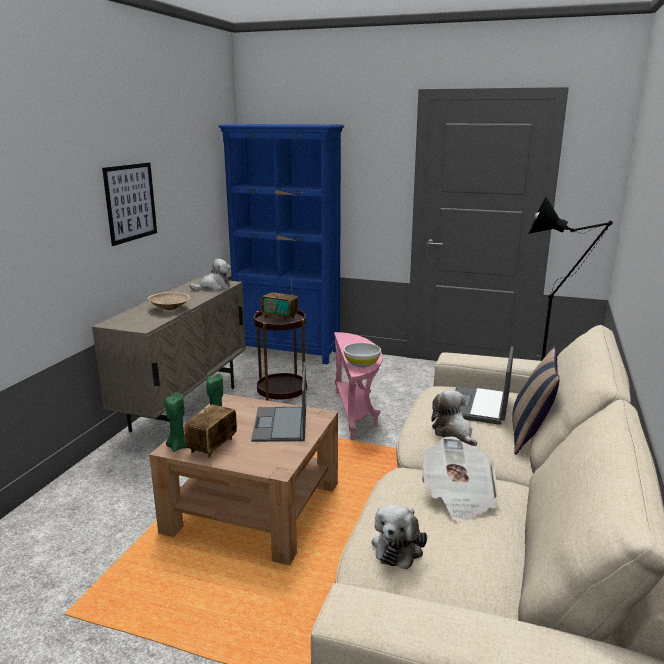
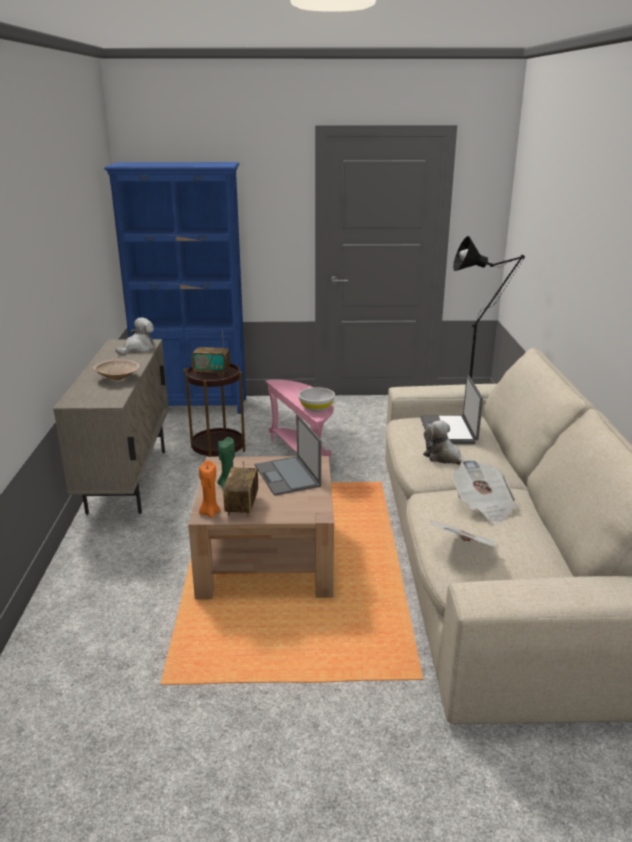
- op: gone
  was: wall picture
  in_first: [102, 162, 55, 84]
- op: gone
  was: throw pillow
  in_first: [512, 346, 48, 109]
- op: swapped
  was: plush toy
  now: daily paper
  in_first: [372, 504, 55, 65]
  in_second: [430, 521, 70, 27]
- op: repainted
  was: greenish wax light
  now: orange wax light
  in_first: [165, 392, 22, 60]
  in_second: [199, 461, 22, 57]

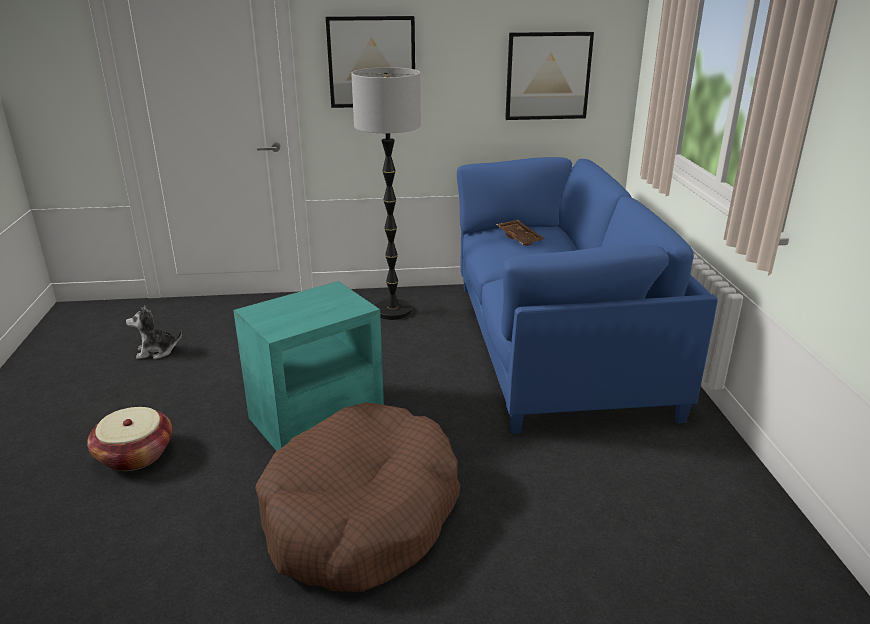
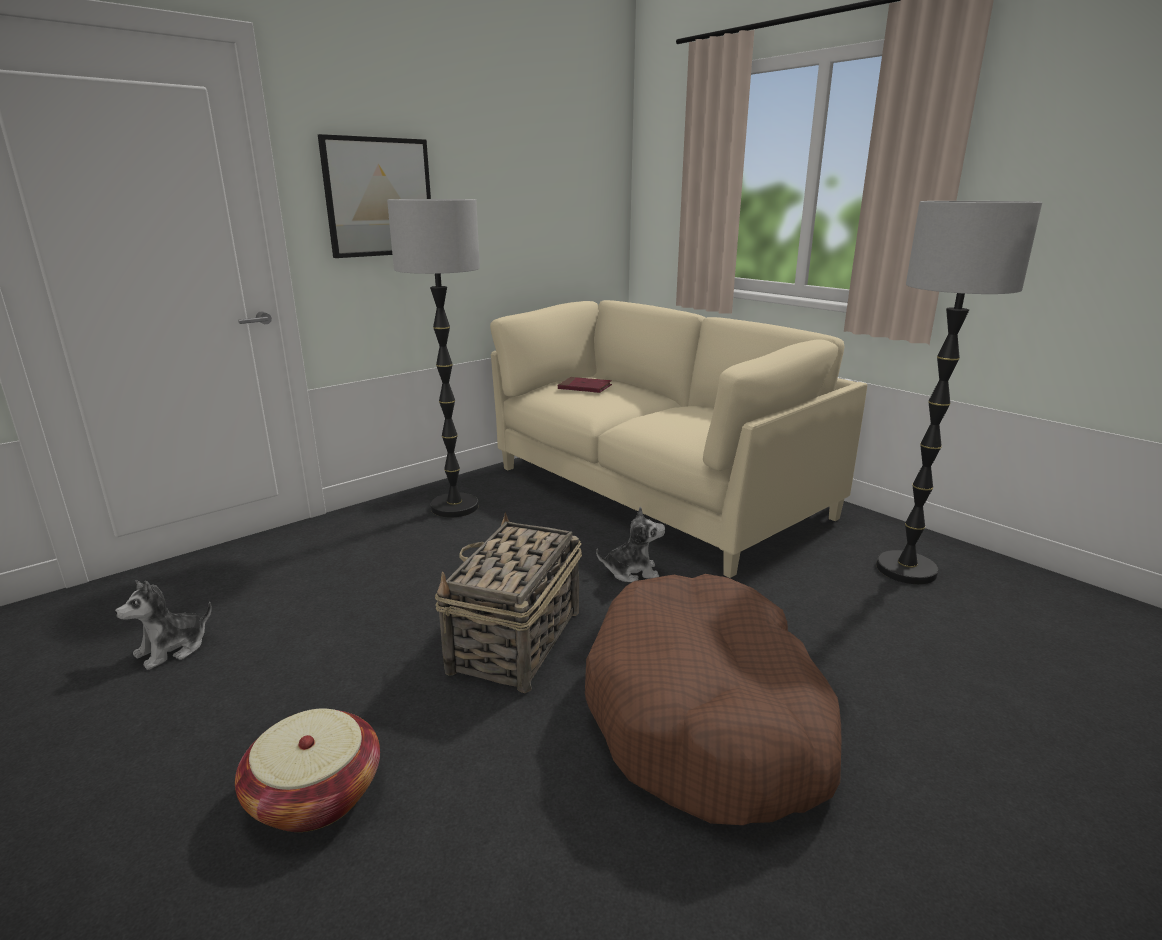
- op: gone
  was: wall picture
  in_first: [505, 32, 89, 88]
- op: new
  now: plush toy
  in_second: [596, 507, 69, 75]
- op: new
  now: standard lamp
  in_second: [876, 201, 166, 383]
- op: swapped
  was: turquoise-coloured accent table
  now: basket
  in_first: [233, 281, 151, 170]
  in_second: [435, 512, 147, 181]
- op: swapped
  was: brown tray
  now: red-coloured bound book
  in_first: [496, 220, 49, 26]
  in_second: [558, 377, 54, 16]
- op: repainted
  was: bluish settee
  now: sand-coloured settee
  in_first: [457, 157, 261, 277]
  in_second: [490, 300, 377, 278]

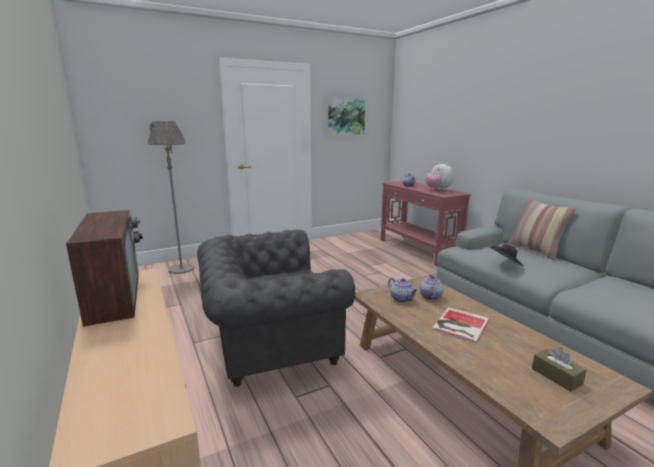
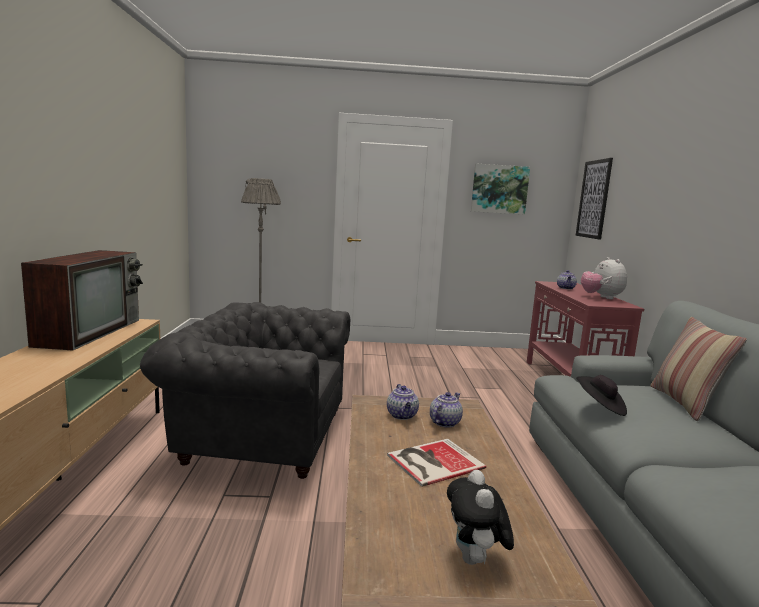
- op: new
  now: wall picture
  in_second: [575, 158, 38, 82]
- op: swapped
  was: brown tissue holder
  now: plush toy
  in_first: [532, 347, 55, 45]
  in_second: [447, 470, 67, 95]

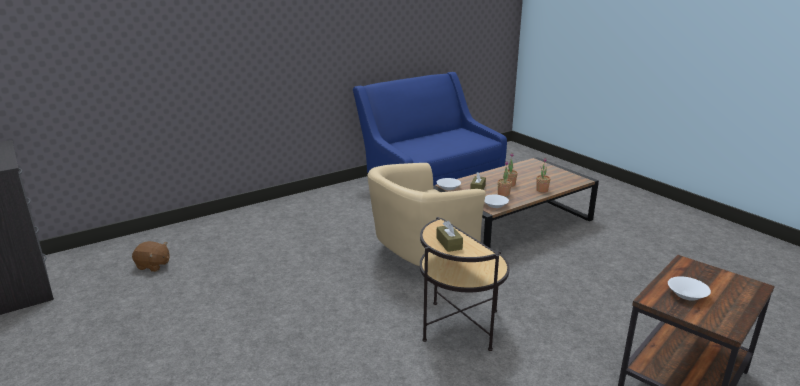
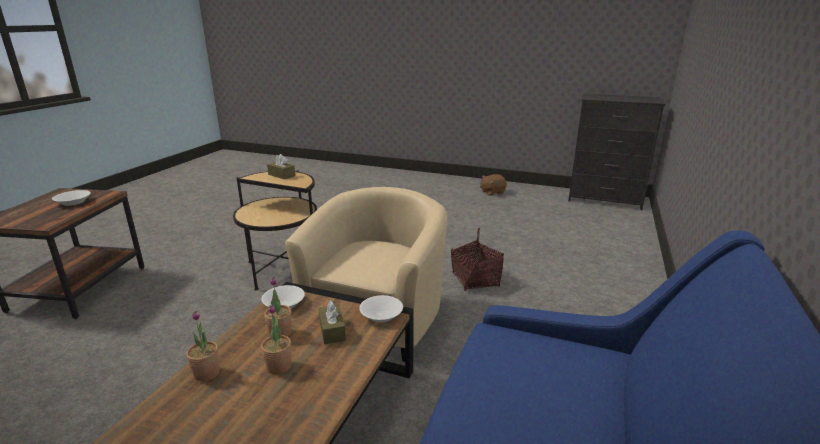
- op: new
  now: basket
  in_second: [451, 227, 53, 64]
- op: shifted
  was: brown plush toy
  in_first: [132, 241, 38, 31]
  in_second: [480, 174, 27, 22]

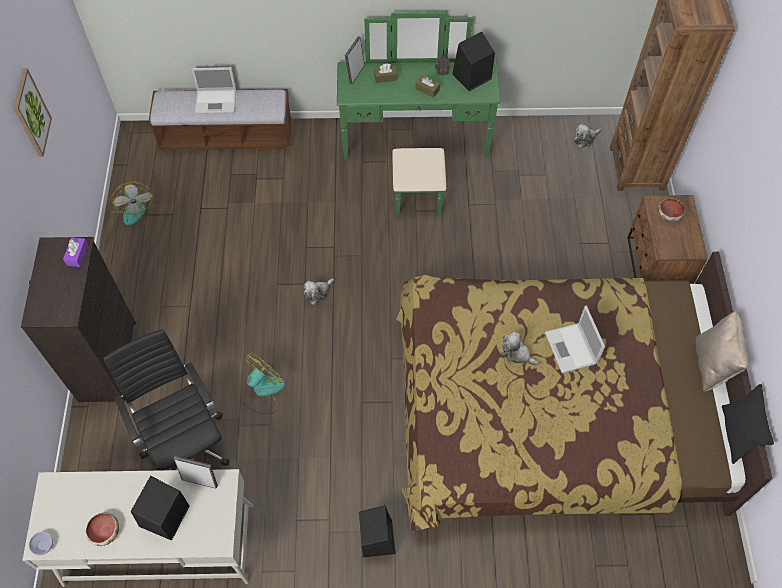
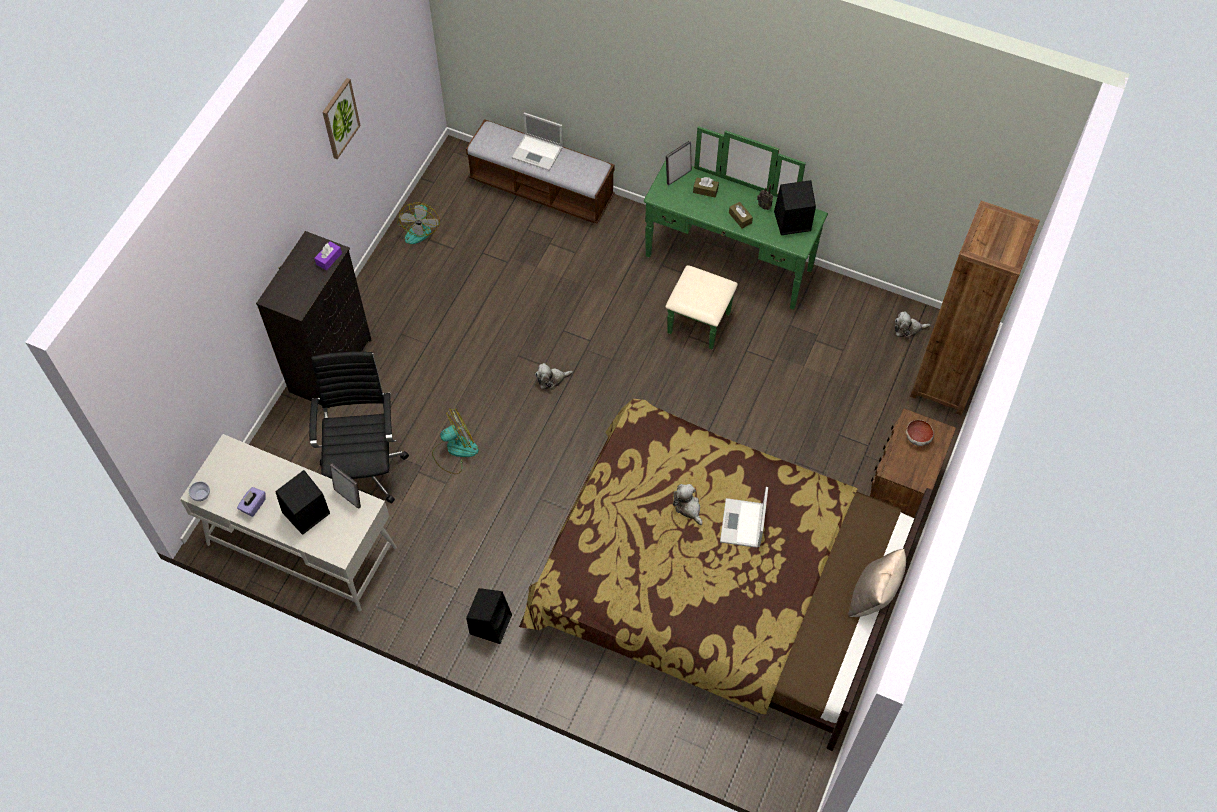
- op: gone
  was: black-coloured throw pillow
  in_first: [722, 384, 52, 80]
- op: swapped
  was: serving bowl
  now: purple-coloured tissue holder
  in_first: [86, 513, 33, 33]
  in_second: [237, 487, 29, 30]

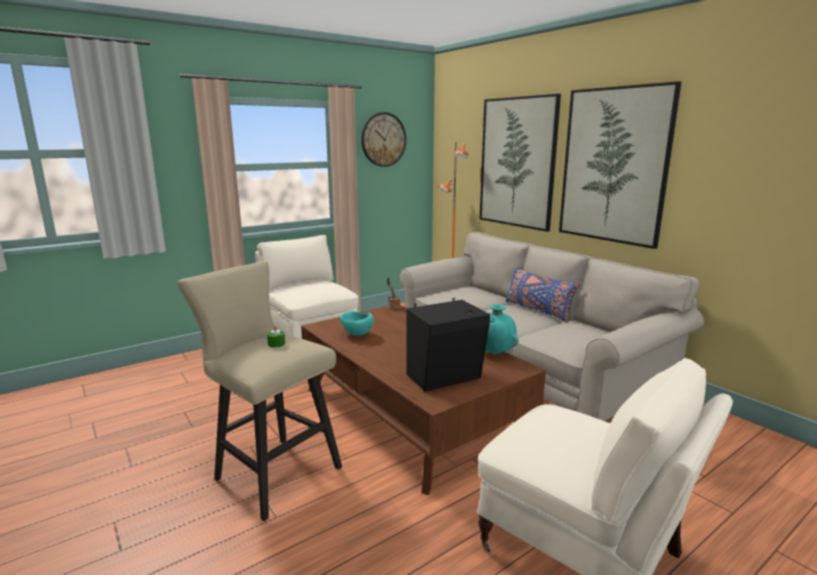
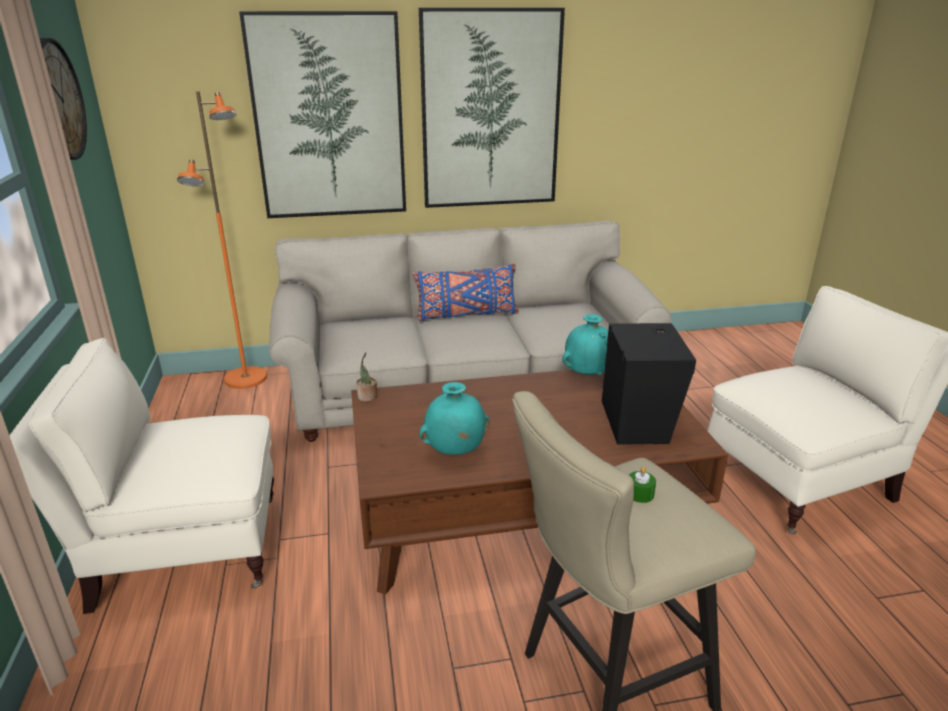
- op: swapped
  was: turquoise-coloured serving bowl
  now: turquoise-coloured vase
  in_first: [340, 311, 34, 25]
  in_second: [419, 382, 71, 73]

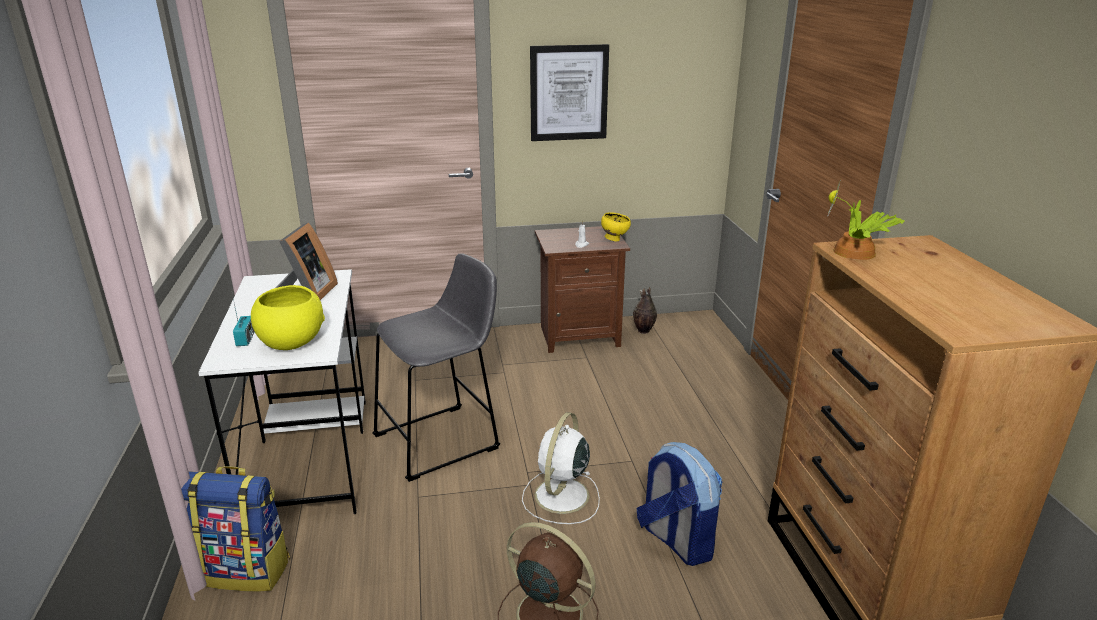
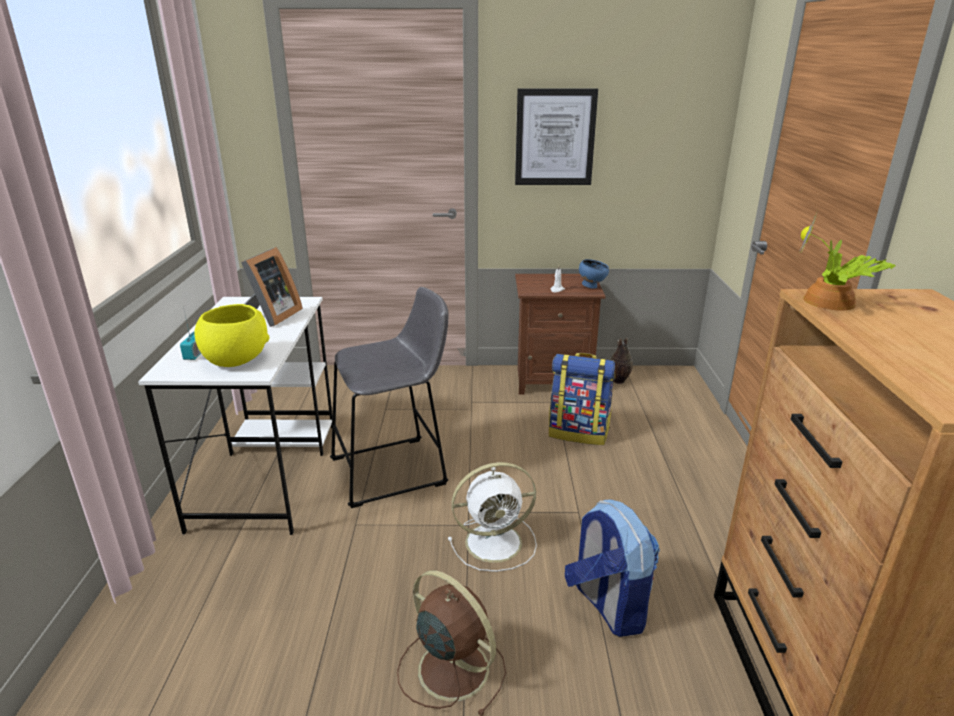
- op: shifted
  was: backpack
  in_first: [181, 466, 109, 125]
  in_second: [549, 353, 66, 92]
- op: repainted
  was: yellow serving bowl
  now: bluish serving bowl
  in_first: [601, 212, 30, 29]
  in_second: [579, 259, 30, 30]
- op: rotated
  was: white-coloured cooling fan
  in_first: [522, 412, 78, 112]
  in_second: [448, 462, 89, 110]
  clockwise: -135

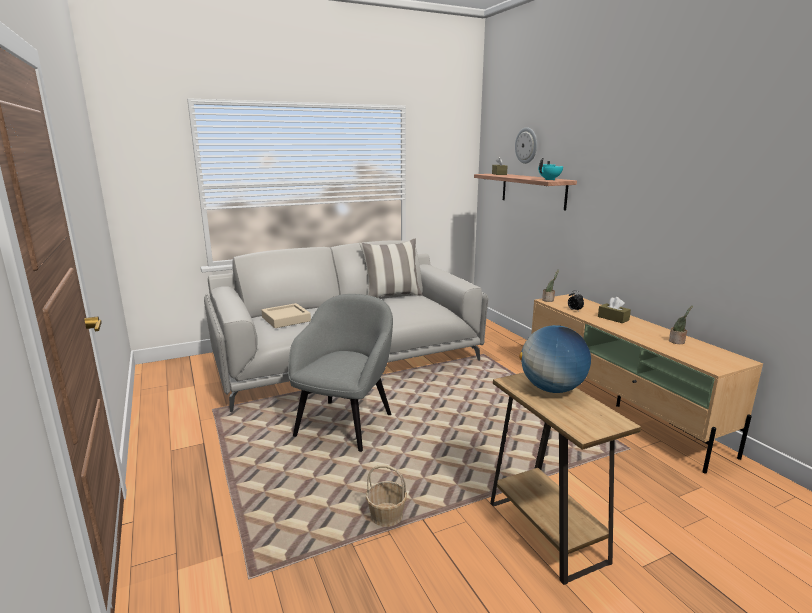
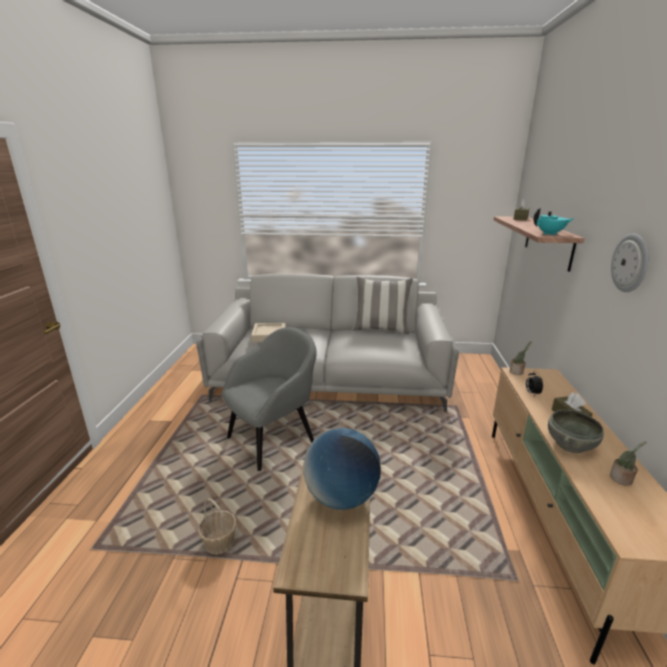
- op: new
  now: greyish serving bowl
  in_second: [548, 410, 56, 43]
- op: shifted
  was: hanging clock
  in_first: [515, 127, 22, 37]
  in_second: [611, 233, 38, 59]

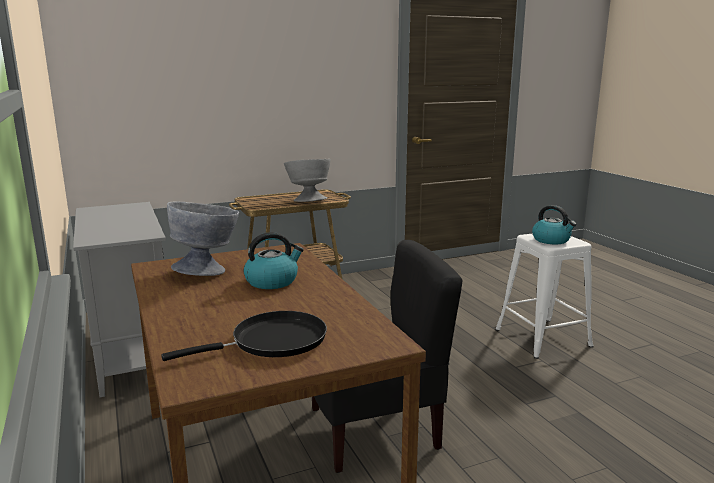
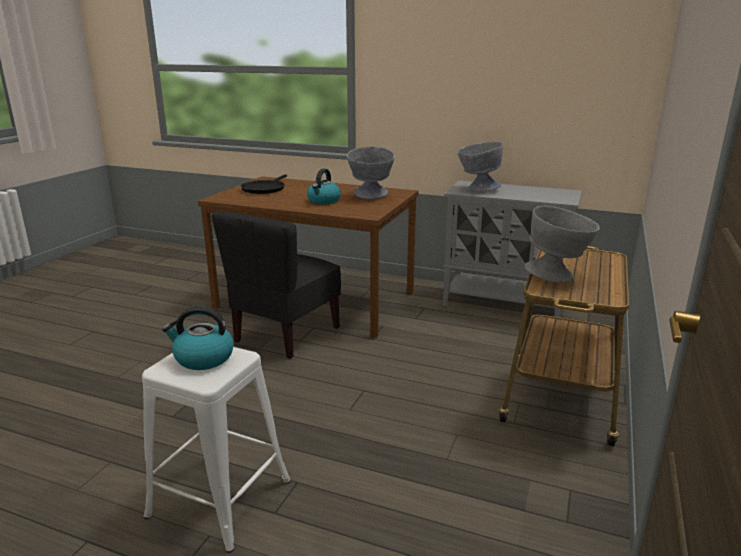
- op: new
  now: greyish serving bowl
  in_second: [457, 142, 46, 50]

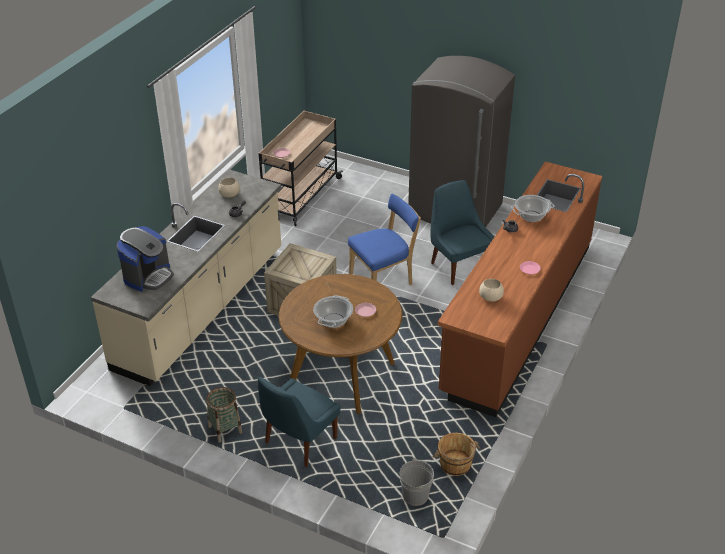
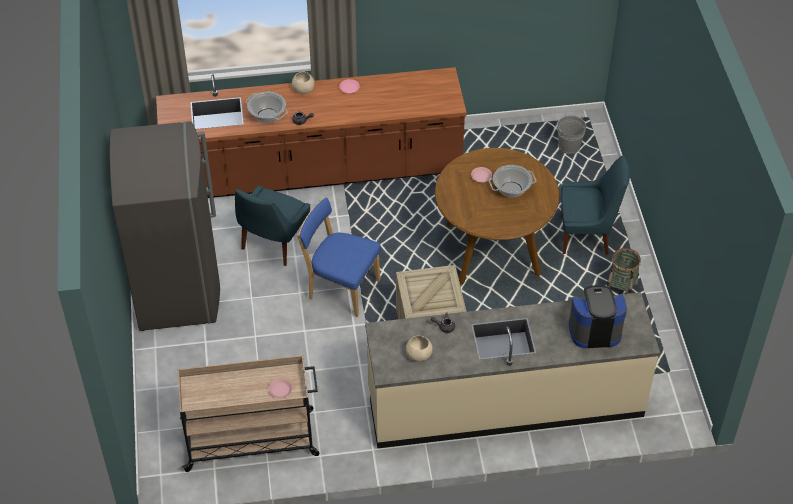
- op: gone
  was: brown bucket
  in_first: [433, 433, 47, 43]
- op: shifted
  was: sand-coloured serving bowl
  in_first: [479, 279, 25, 23]
  in_second: [292, 72, 23, 22]

